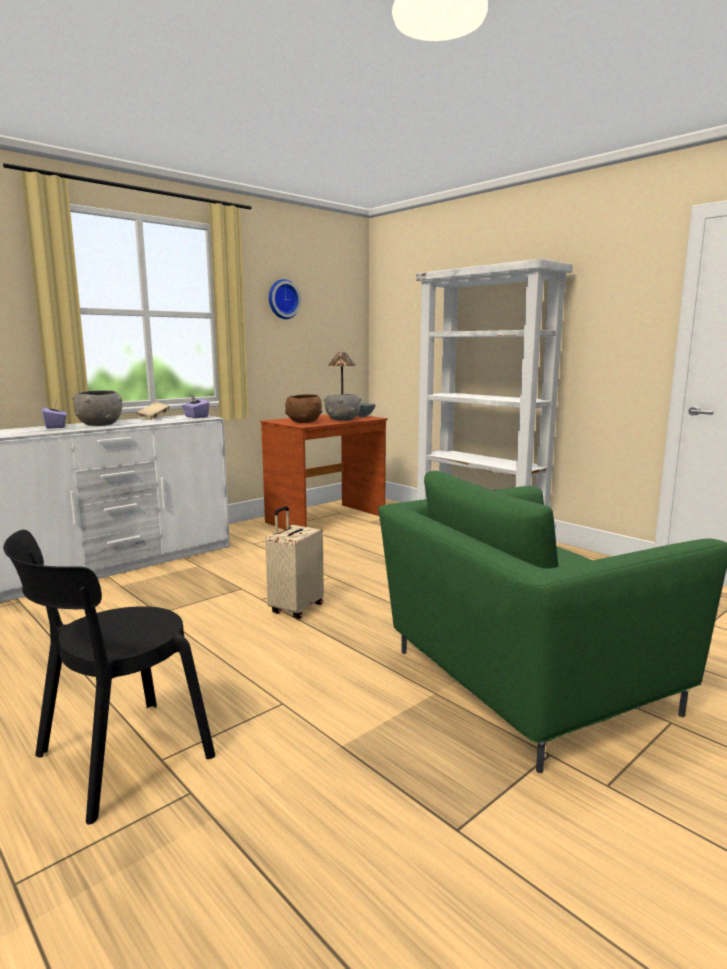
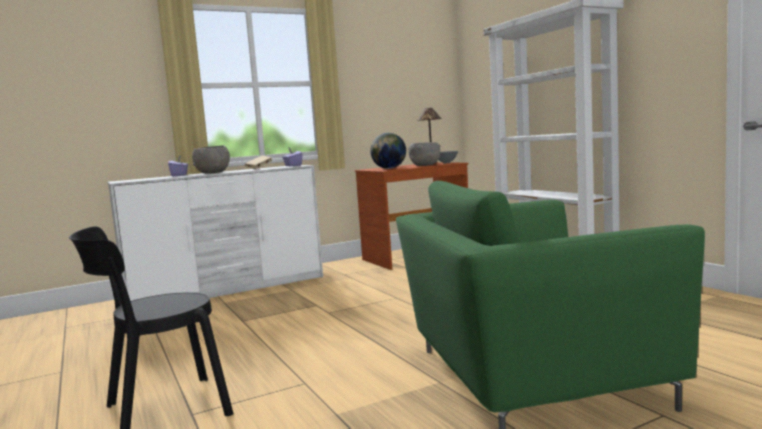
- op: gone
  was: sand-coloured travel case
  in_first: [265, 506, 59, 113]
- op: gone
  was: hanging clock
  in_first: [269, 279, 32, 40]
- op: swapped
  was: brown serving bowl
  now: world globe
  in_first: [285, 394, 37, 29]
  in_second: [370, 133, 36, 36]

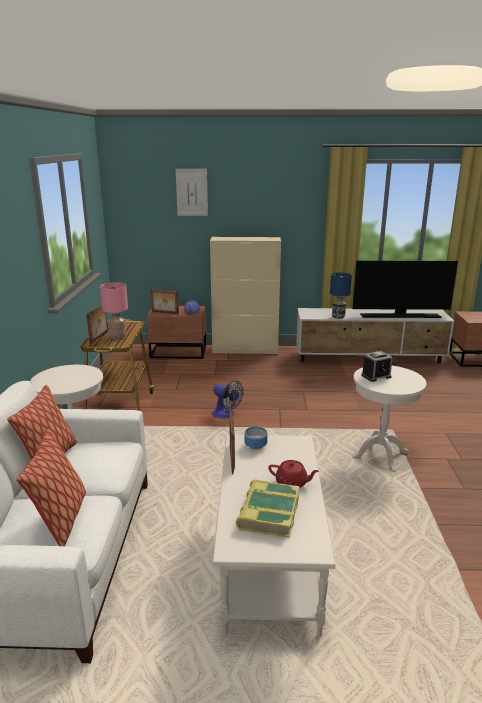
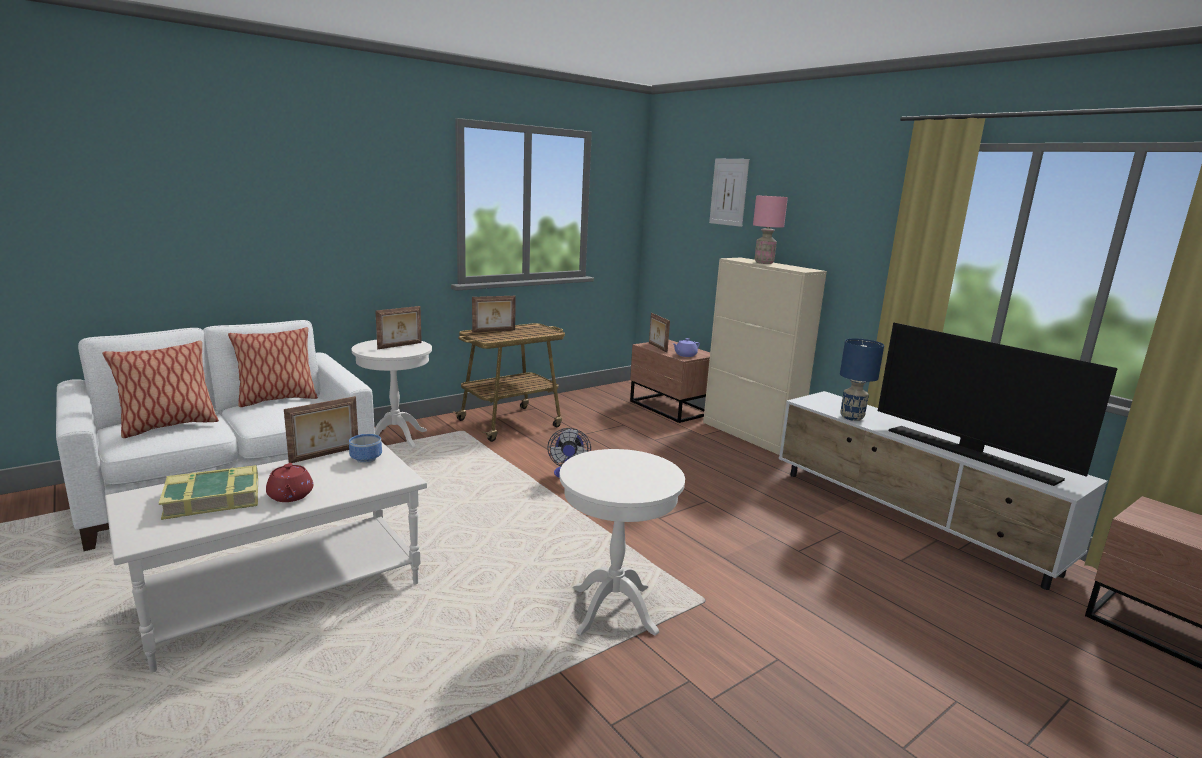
- op: gone
  was: alarm clock
  in_first: [361, 351, 32, 31]
- op: new
  now: photo frame
  in_second: [375, 306, 47, 43]
- op: shifted
  was: pinkish tabletop lamp
  in_first: [100, 282, 28, 57]
  in_second: [753, 195, 35, 69]

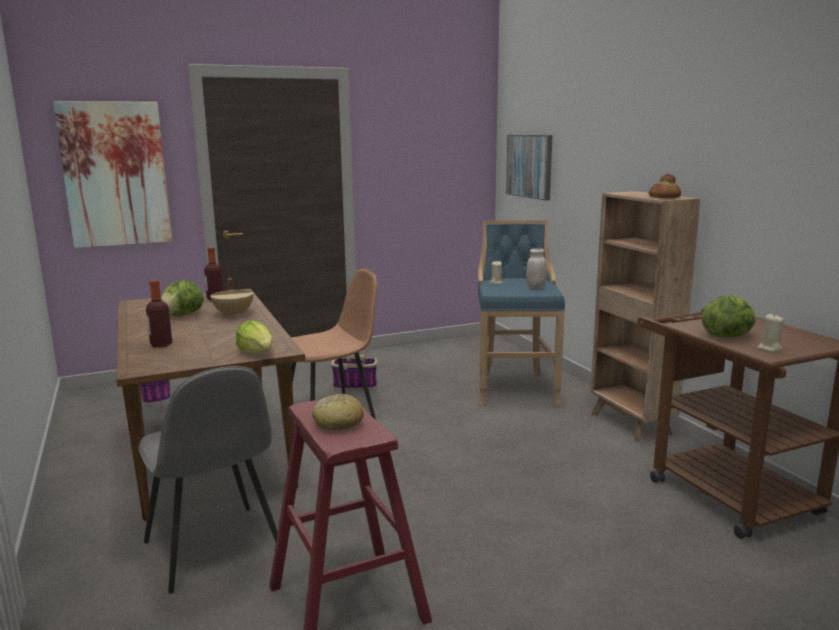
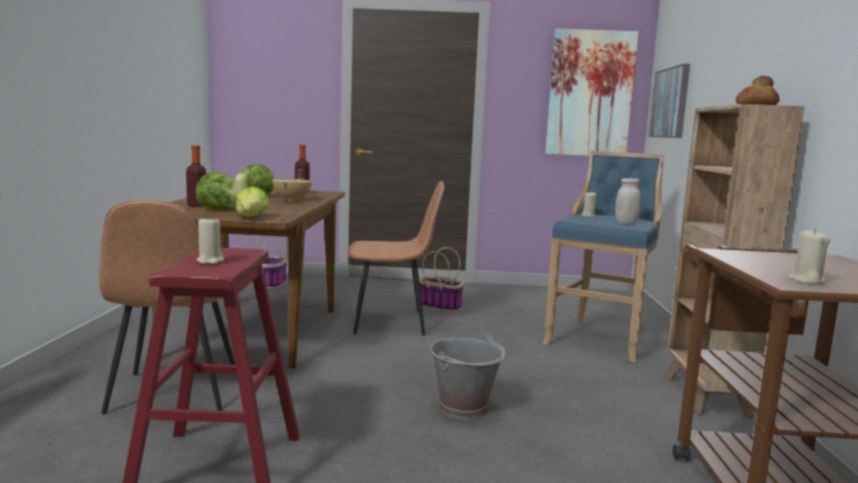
- op: new
  now: greyish bucket
  in_second: [431, 335, 75, 85]
- op: shifted
  was: wall picture
  in_first: [53, 101, 119, 147]
  in_second: [545, 28, 94, 128]
- op: shifted
  was: lettuce head
  in_first: [701, 296, 55, 41]
  in_second: [196, 172, 47, 39]
- op: swapped
  was: bakery bread
  now: sand-coloured wax light
  in_first: [312, 394, 52, 36]
  in_second: [196, 216, 28, 48]
- op: repainted
  was: greyish chair
  now: brown chair
  in_first: [138, 366, 140, 228]
  in_second: [99, 200, 136, 214]

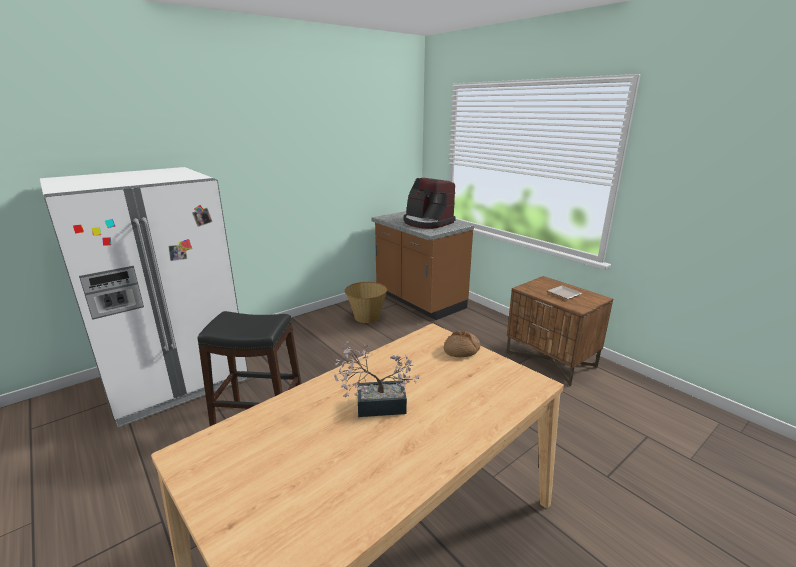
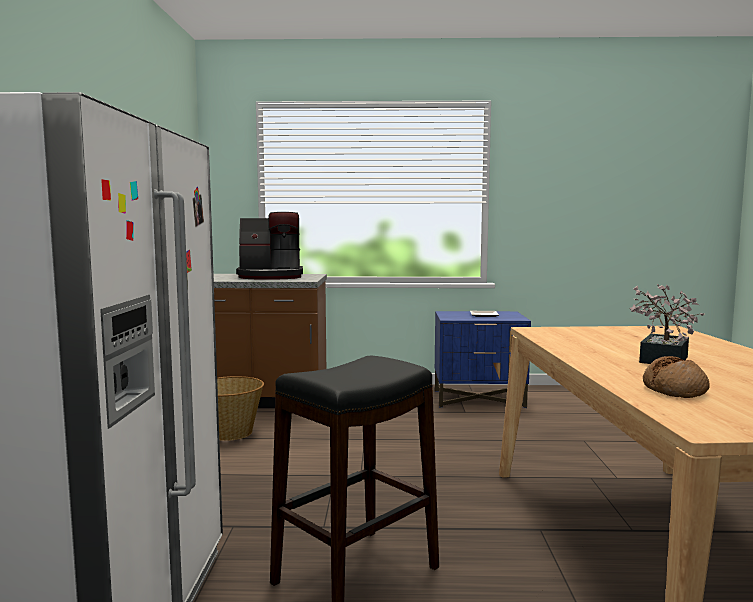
- op: shifted
  was: bakery bread
  in_first: [444, 330, 36, 27]
  in_second: [643, 356, 67, 42]
- op: repainted
  was: brown nightstand
  now: bluish nightstand
  in_first: [506, 276, 107, 110]
  in_second: [435, 311, 96, 97]

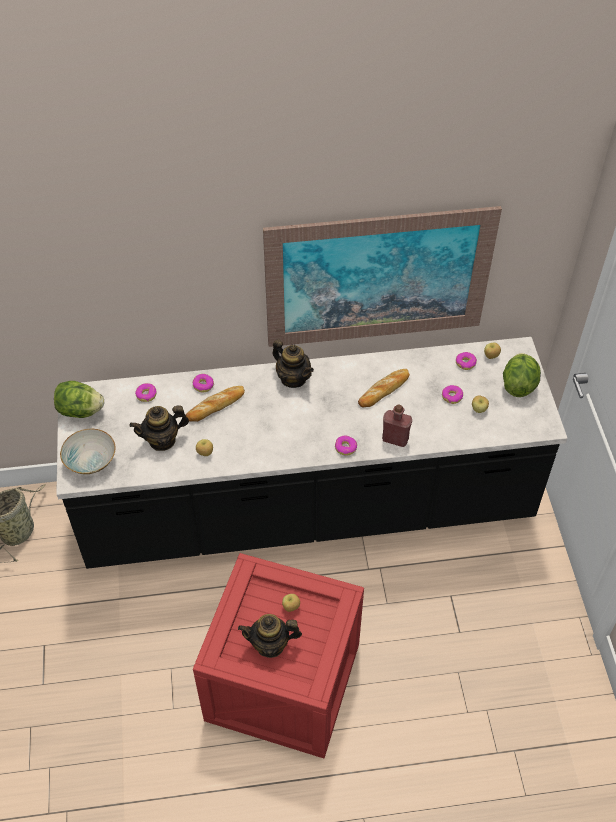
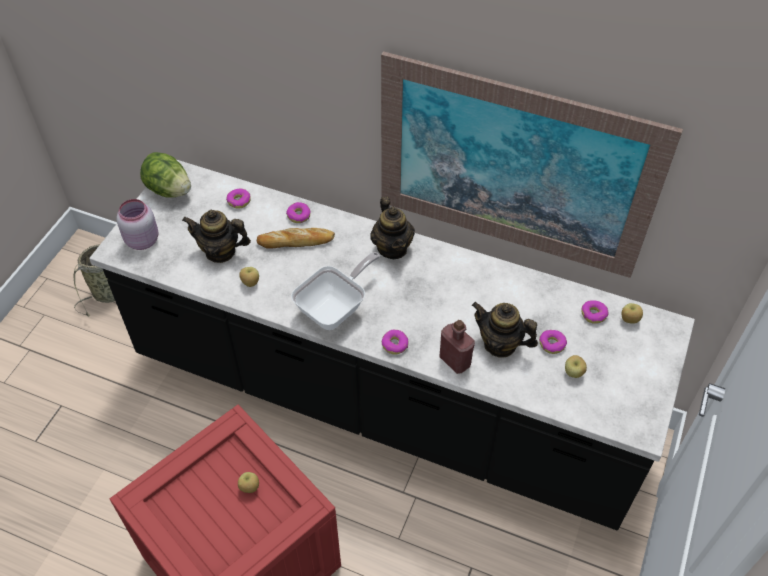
- op: gone
  was: bakery bread
  in_first: [358, 369, 52, 38]
- op: gone
  was: lettuce head
  in_first: [503, 353, 38, 44]
- op: new
  now: frying pan
  in_second: [291, 252, 89, 78]
- op: shifted
  was: tea pot
  in_first: [238, 614, 64, 44]
  in_second: [472, 302, 66, 56]
- op: swapped
  was: serving bowl
  now: pinkish storage jar
  in_first: [60, 429, 56, 45]
  in_second: [116, 199, 42, 51]

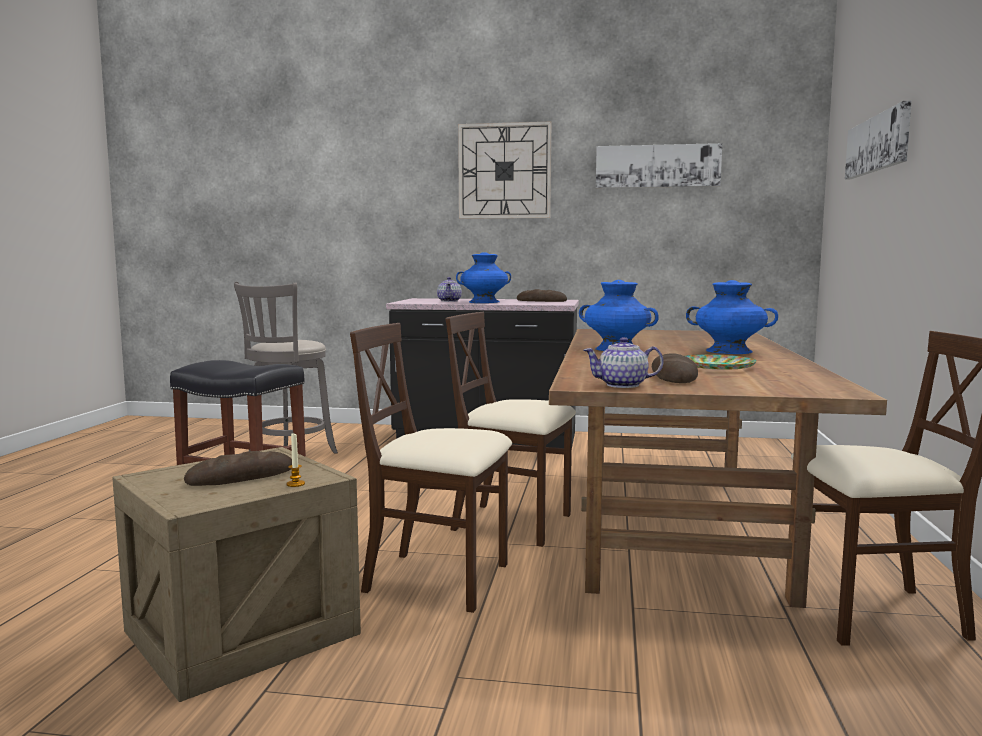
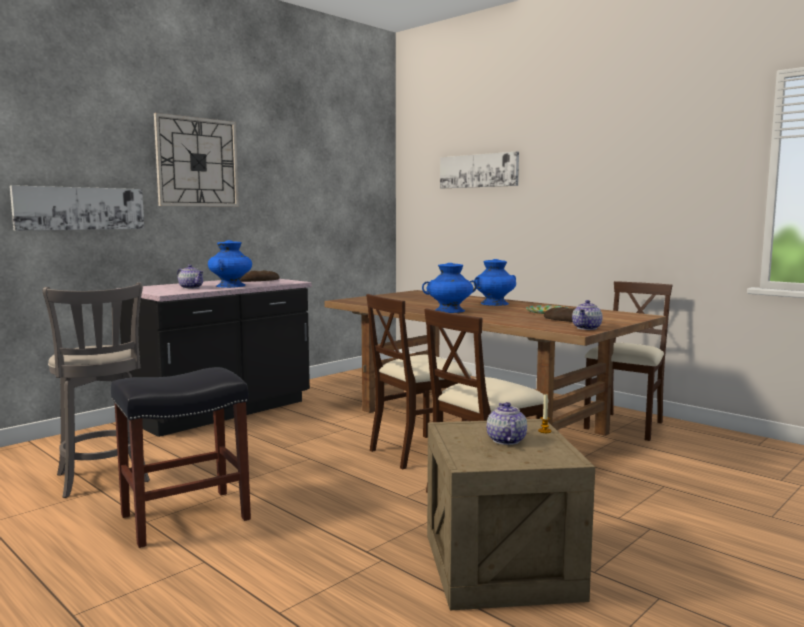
- op: shifted
  was: wall picture
  in_first: [596, 143, 126, 45]
  in_second: [10, 185, 134, 46]
- op: swapped
  was: bakery bread
  now: tea pot
  in_first: [184, 451, 108, 35]
  in_second: [487, 402, 40, 43]

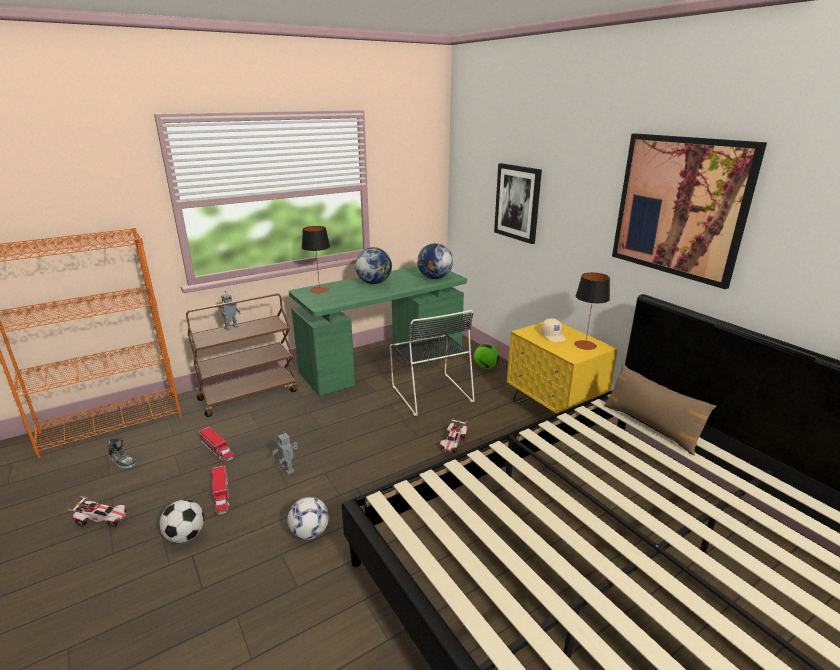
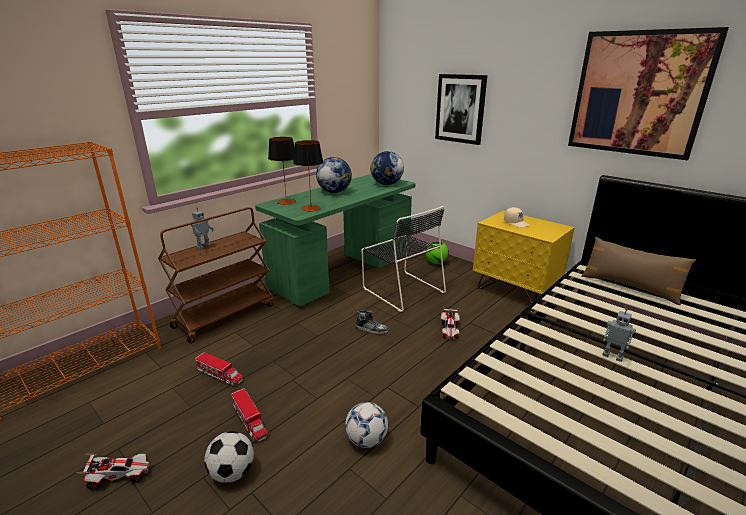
- op: shifted
  was: shoe
  in_first: [108, 438, 28, 31]
  in_second: [356, 309, 33, 25]
- op: shifted
  was: toy robot
  in_first: [272, 431, 26, 44]
  in_second: [602, 308, 34, 54]
- op: shifted
  was: tabletop lamp
  in_first: [574, 273, 36, 77]
  in_second: [293, 140, 30, 71]

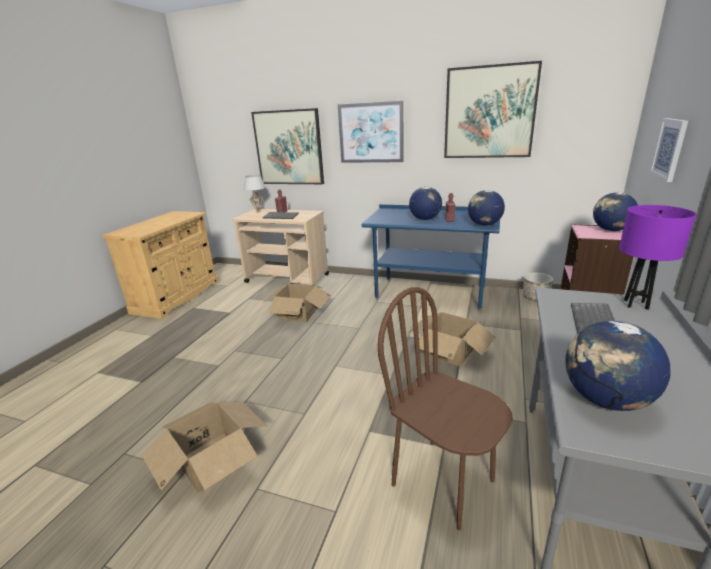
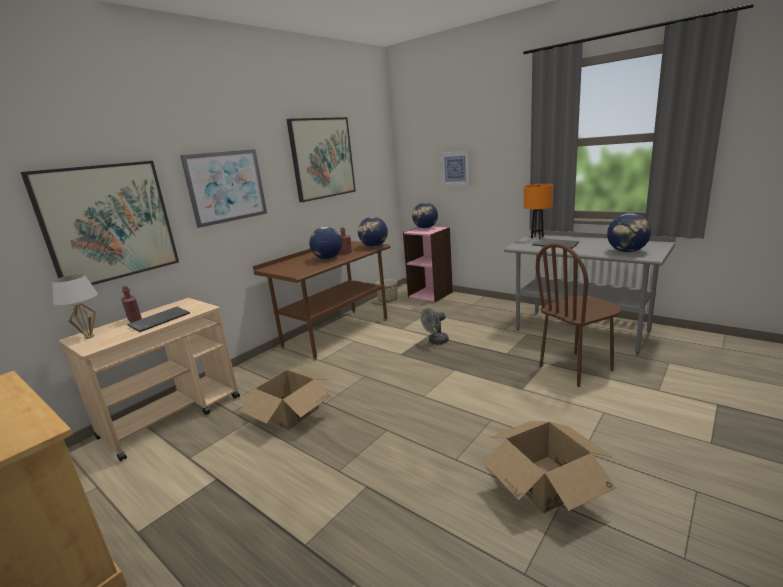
- op: swapped
  was: packing box
  now: greyish cooling fan
  in_first: [408, 312, 87, 54]
  in_second: [421, 308, 28, 36]
- op: repainted
  was: bluish desk table
  now: brown desk table
  in_first: [361, 204, 139, 107]
  in_second: [253, 241, 138, 119]
- op: repainted
  was: purple-coloured tabletop lamp
  now: orange tabletop lamp
  in_first: [619, 205, 77, 105]
  in_second: [524, 184, 29, 55]

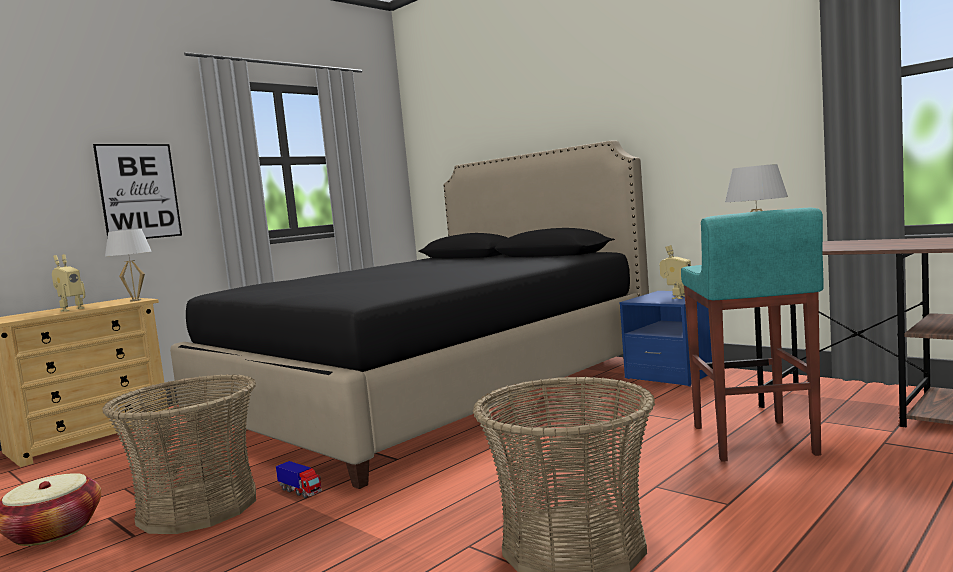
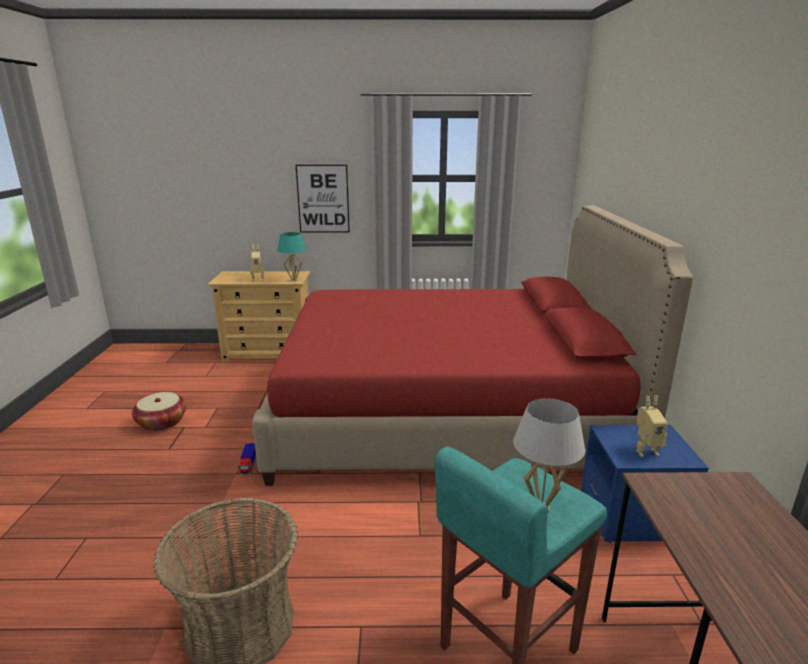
- op: gone
  was: basket
  in_first: [102, 374, 154, 160]
- op: repainted
  was: white-coloured tabletop lamp
  now: turquoise-coloured tabletop lamp
  in_first: [105, 229, 47, 72]
  in_second: [277, 232, 29, 49]
- op: repainted
  was: black-coloured bedroom bed
  now: red-coloured bedroom bed
  in_first: [170, 140, 479, 349]
  in_second: [252, 206, 441, 280]

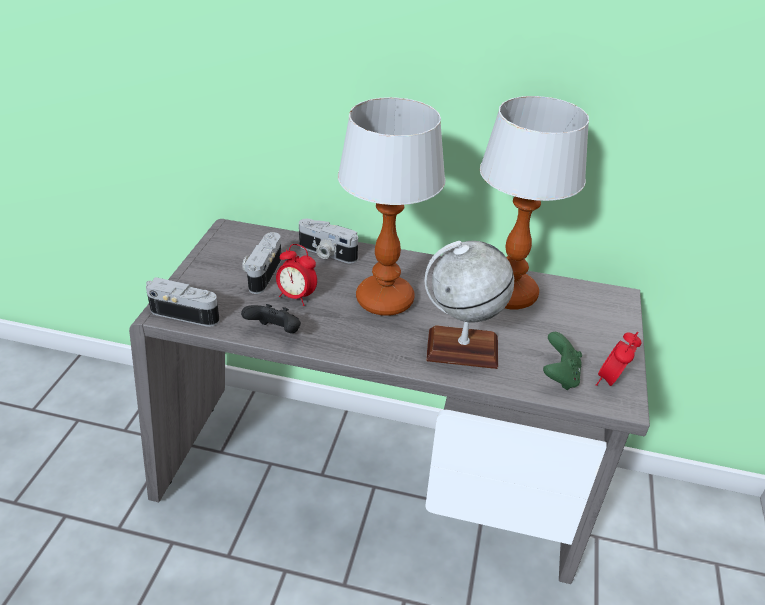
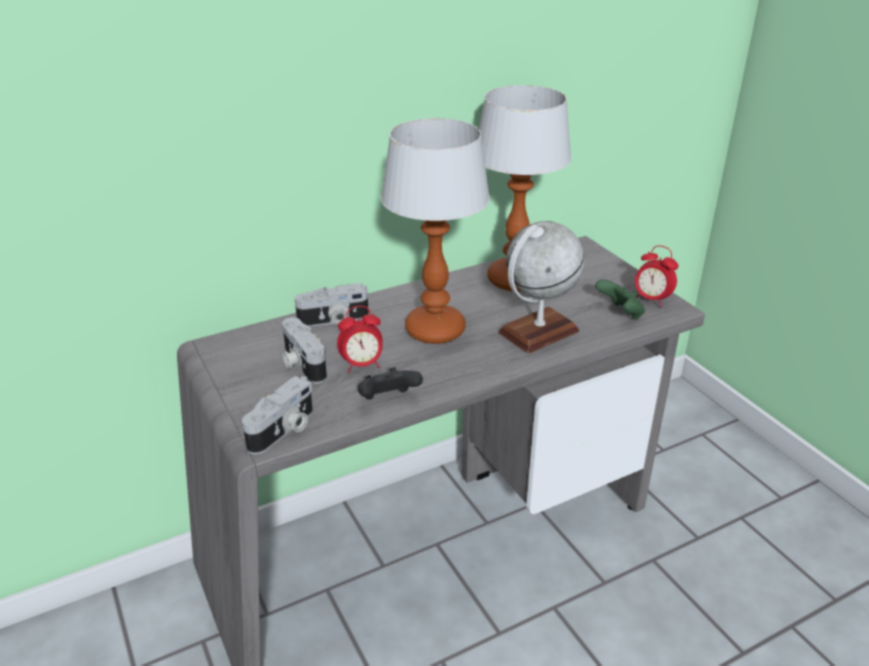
- op: rotated
  was: photo camera
  in_first: [146, 277, 74, 50]
  in_second: [242, 376, 71, 79]
  clockwise: 150
- op: rotated
  was: alarm clock
  in_first: [596, 332, 45, 54]
  in_second: [635, 245, 43, 62]
  clockwise: -45

